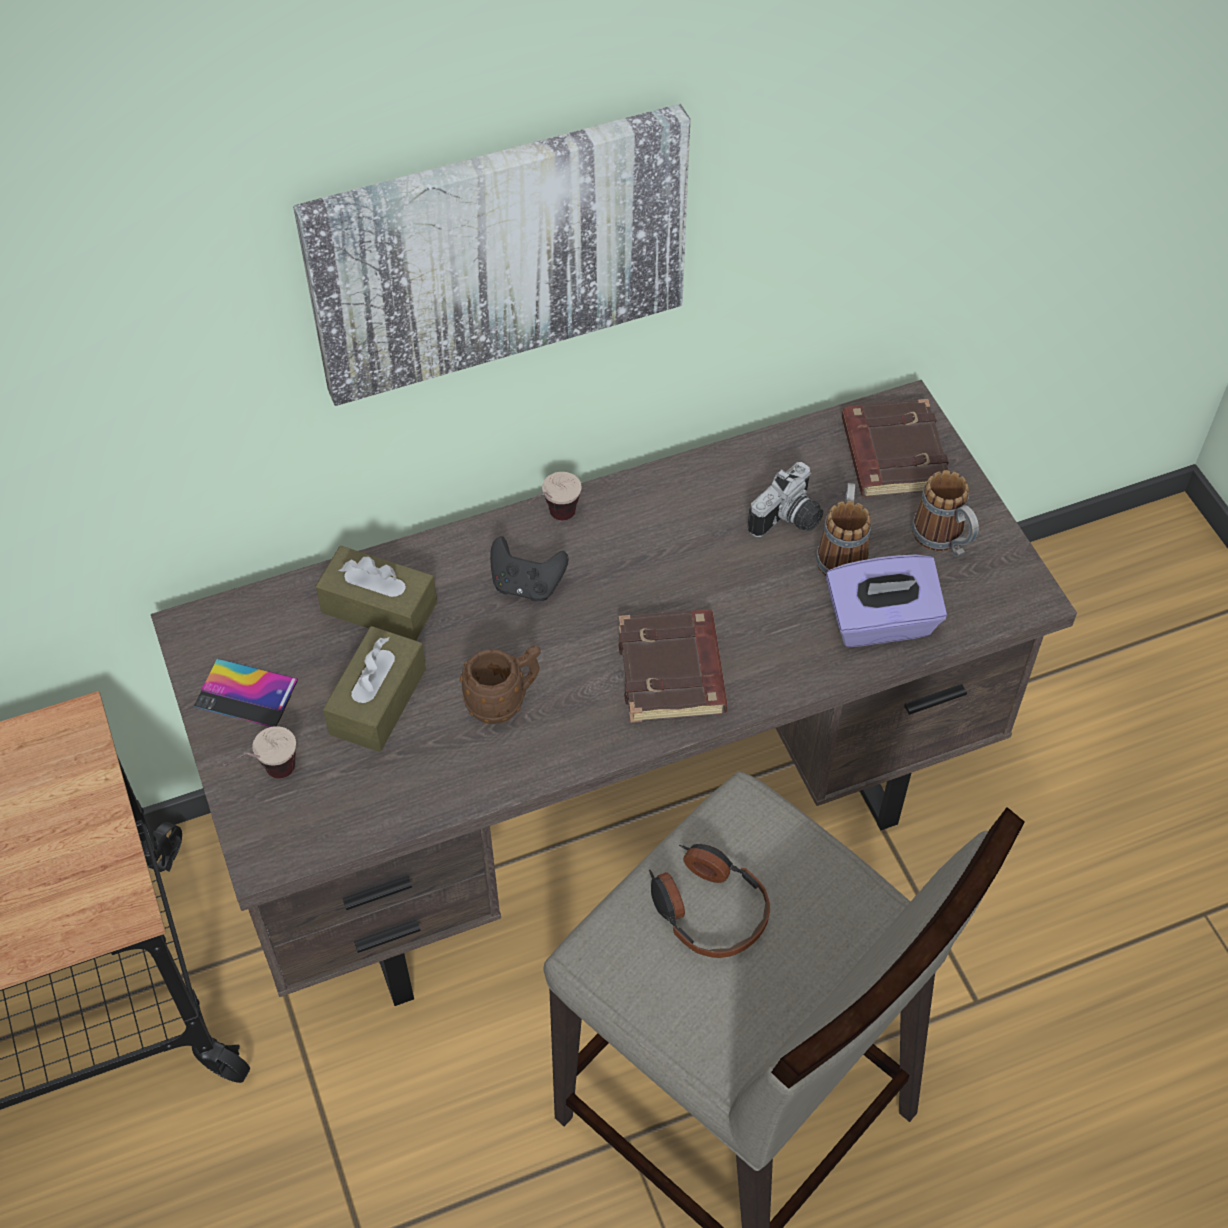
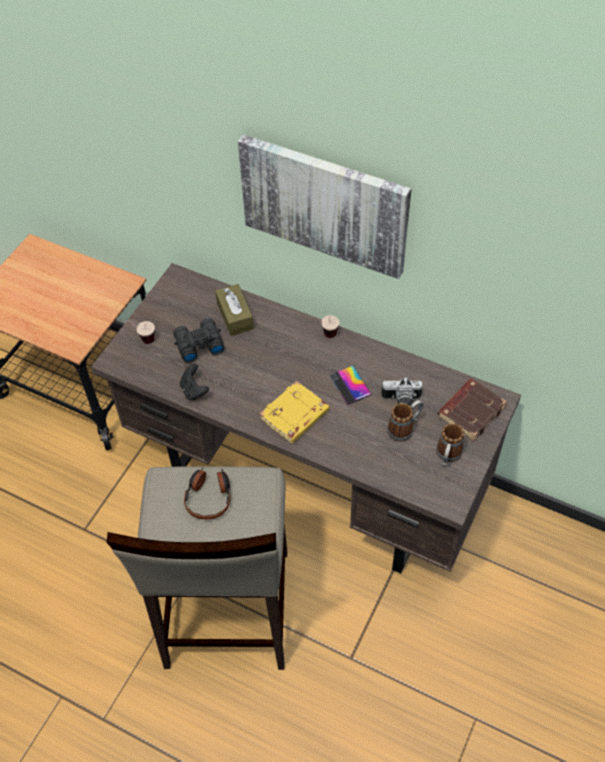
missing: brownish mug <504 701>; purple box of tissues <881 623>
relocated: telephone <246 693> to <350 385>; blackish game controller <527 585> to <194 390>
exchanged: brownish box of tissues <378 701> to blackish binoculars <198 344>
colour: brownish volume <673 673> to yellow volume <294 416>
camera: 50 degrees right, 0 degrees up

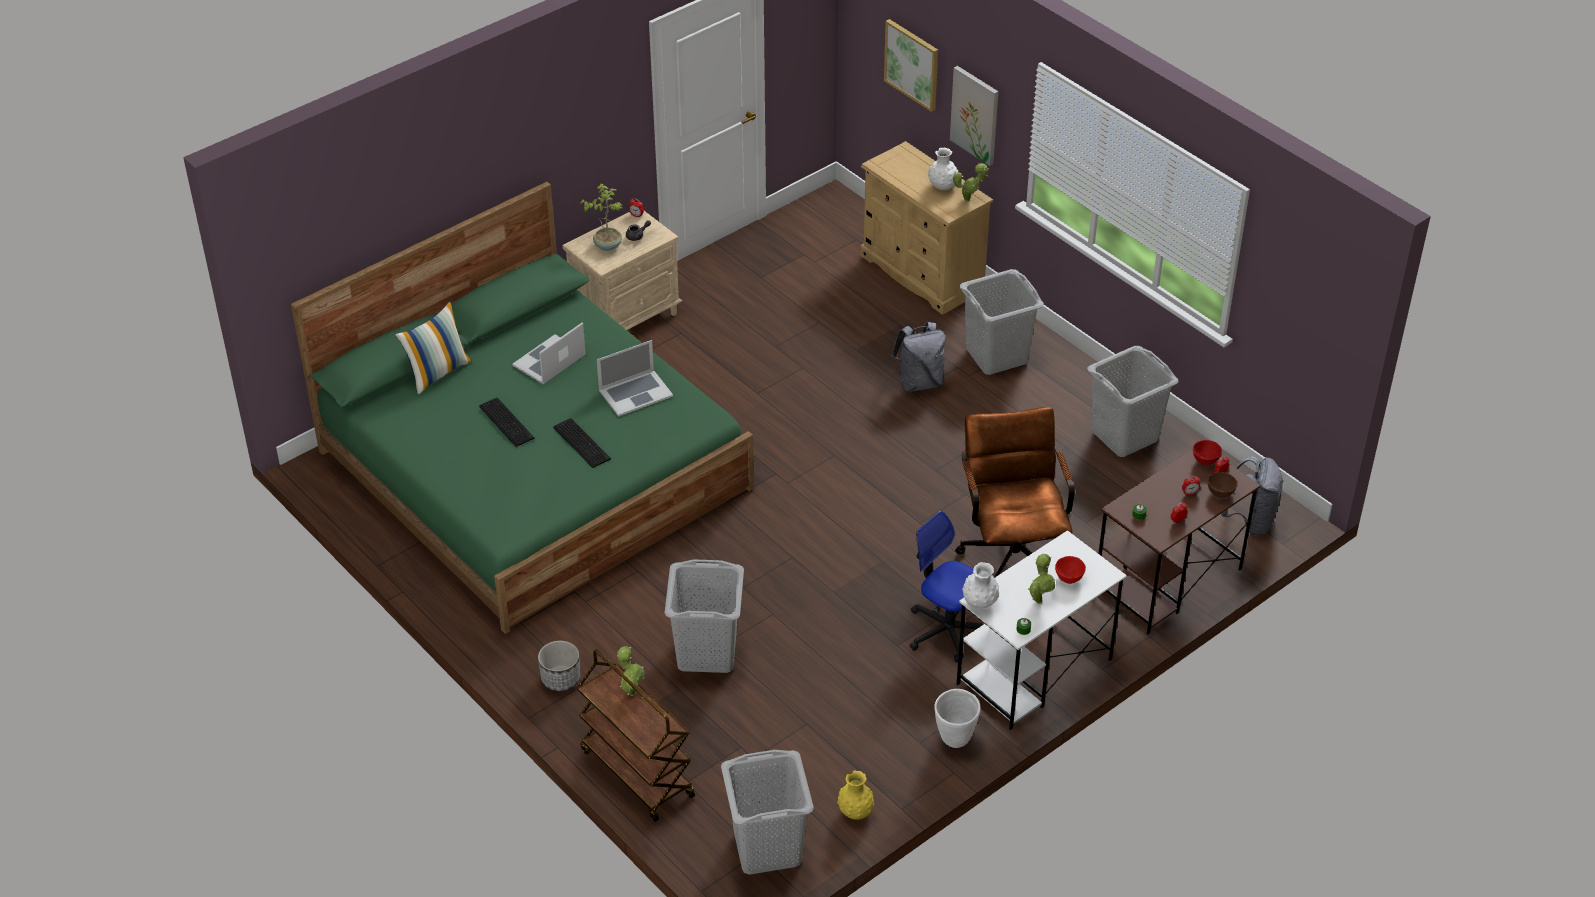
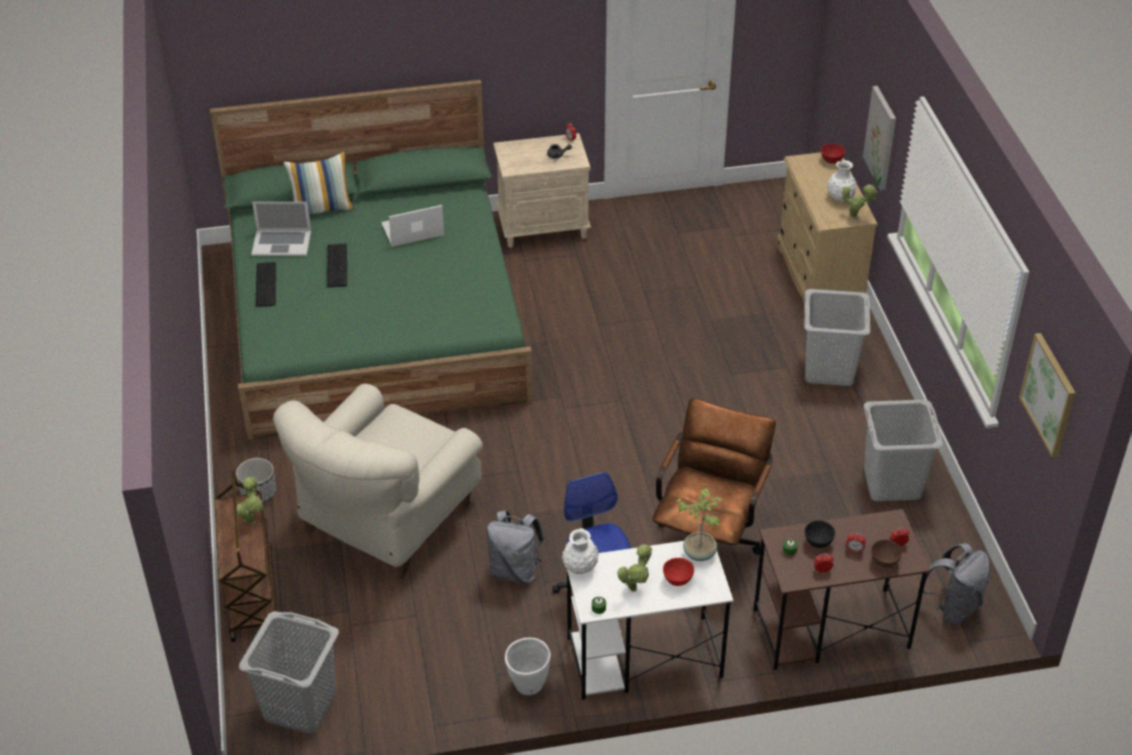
missing: yellow vase <855 812>
appeared: blackish bowl <818 542>
relocated: keyboard <582 442> to <267 284>; plant in a pot <607 245> to <699 553>; laptop <635 393> to <281 243>; picture <912 64> to <1049 394>; gray backpack <919 382> to <515 570>; reddish bowl <1205 461> to <831 160>
exchanged: gray laundry basket <706 653> to beige lounge chair <385 520>
camera: 30 degrees right, 0 degrees up

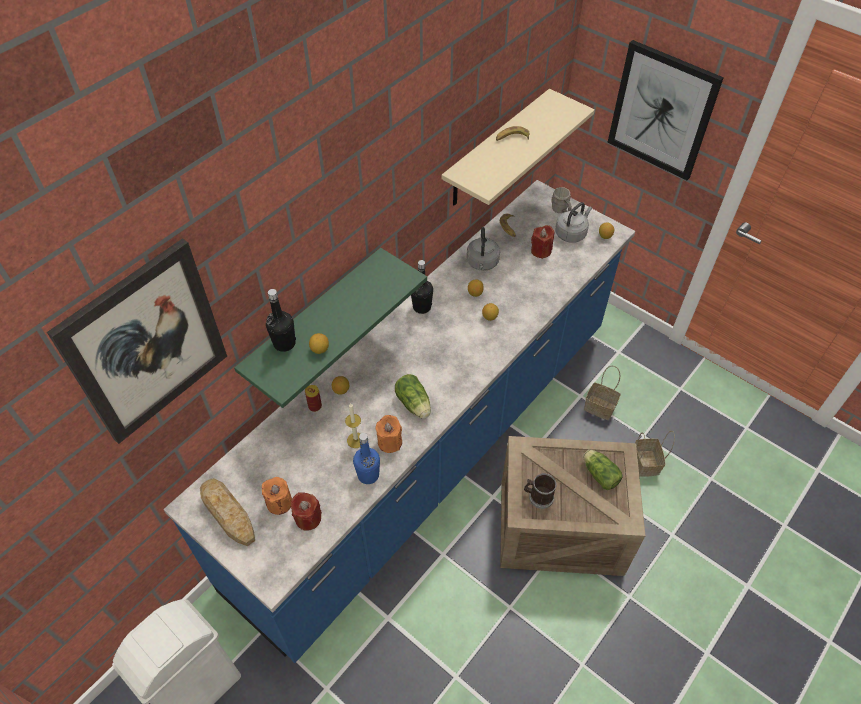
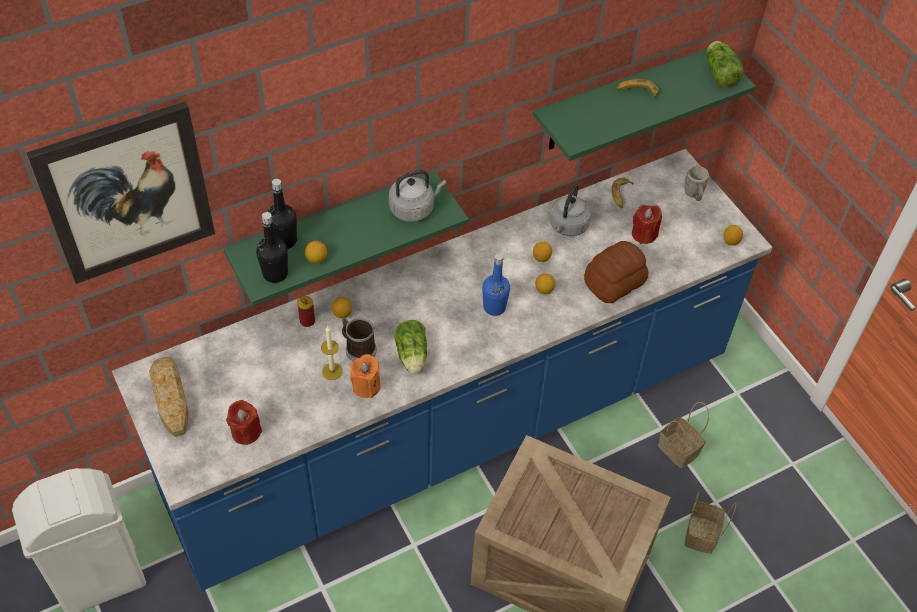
missing: orange wax candle <279 503>; picture <662 111>
appeared: bread <615 283>
relocated: blue-coloured drink bottle <368 475> to <494 307>; blackish drink bottle <422 307> to <275 274>; mug <538 496> to <358 348>; gray kettle <571 233> to <414 208>; head of lettuce <599 473> to <719 72>
colour: beige wall shelf <496 150> to greenish wall shelf <622 100>
camera: 20 degrees right, 0 degrees up

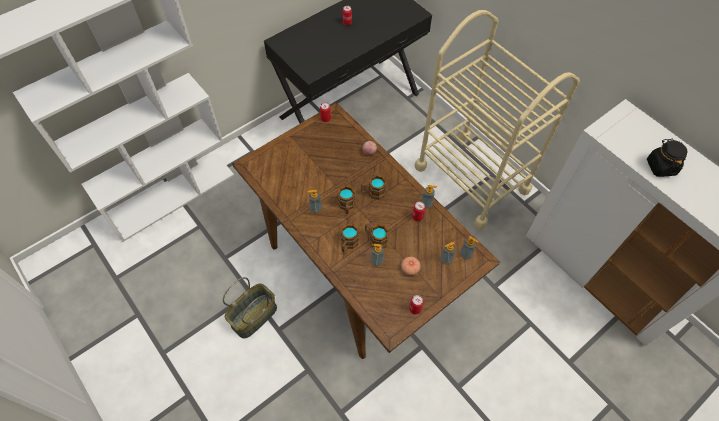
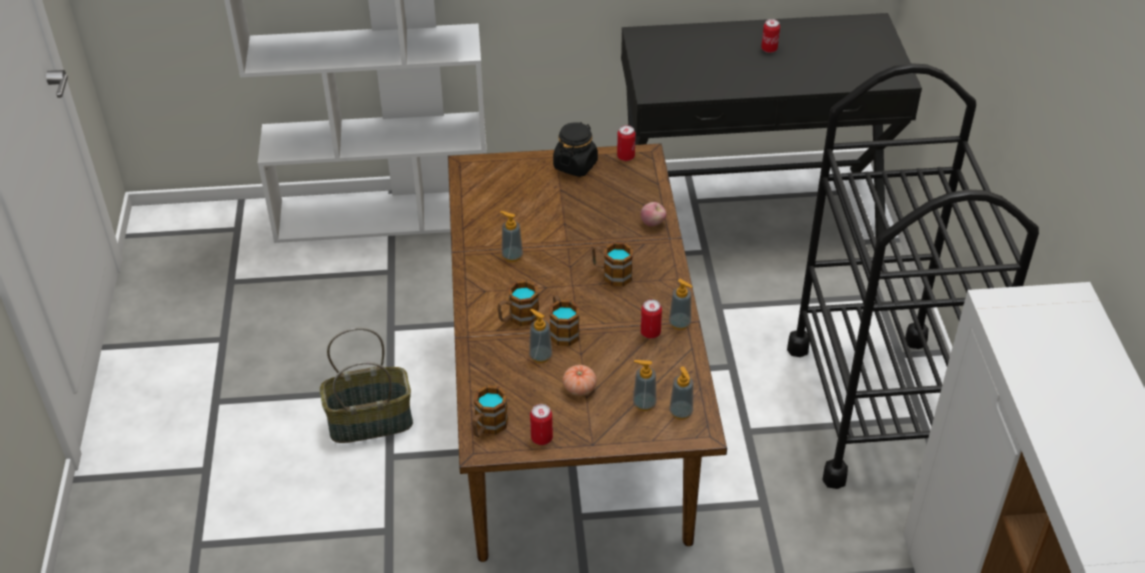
relocated: mug <346 206> to <488 427>; blackish preserve jar <660 167> to <575 165>
colour: beige wheeled cart <471 178> to blackish wheeled cart <877 407>
camera: 35 degrees right, 15 degrees down

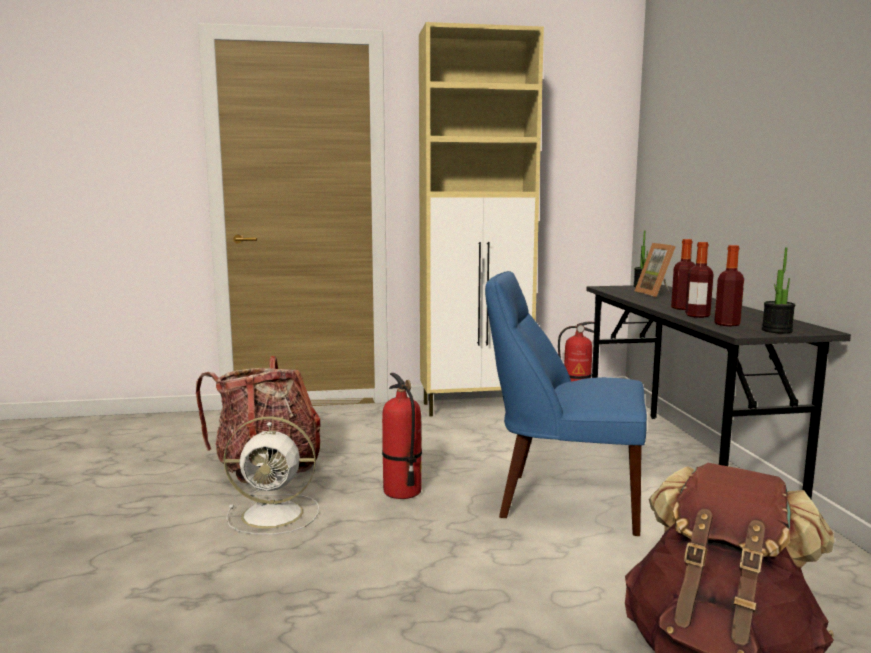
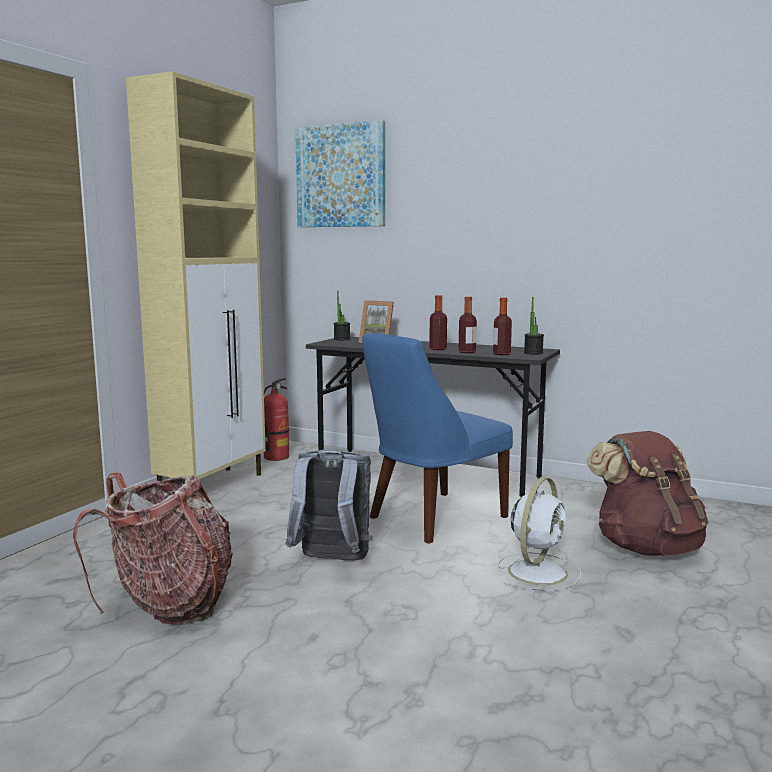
appeared: picture <341 176>
relocated: white-coloured cooling fan <275 514> to <538 571>
exchanged: fire-fighting cylinder <401 491> to gray backpack <332 561>
camera: 55 degrees left, 0 degrees up

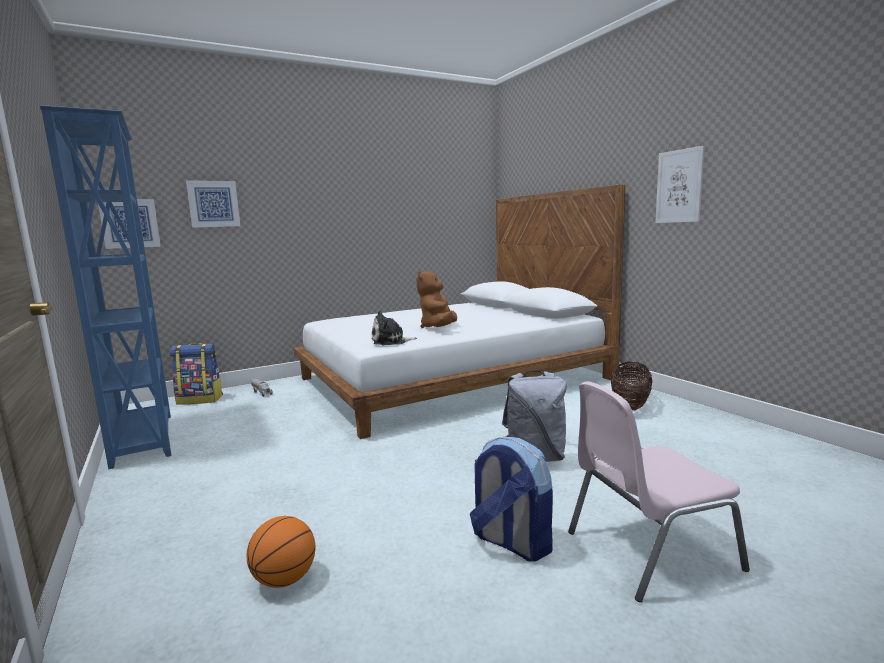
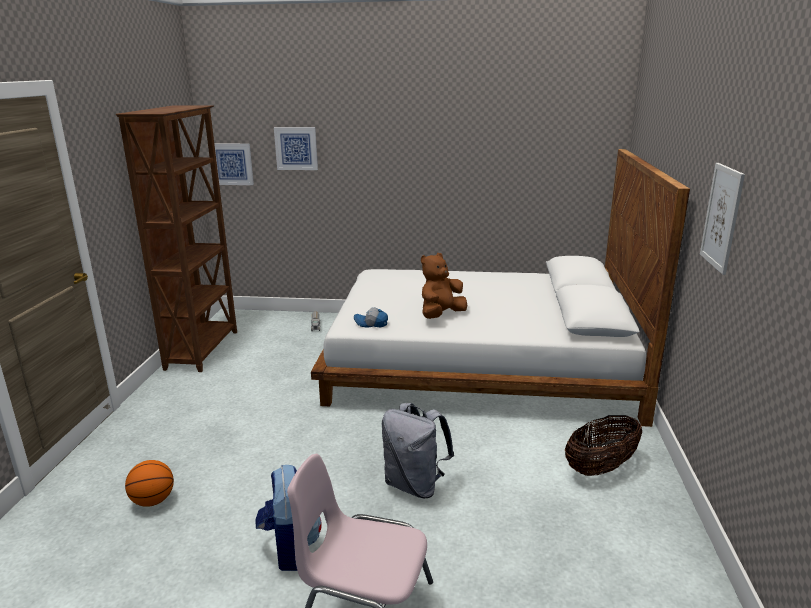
missing: backpack <200 399>
exchanged: cuddly toy <390 341> to baseball cap <371 324>
colour: blue-coloured shelving unit <145 439> to brownish shelving unit <203 349>
camera: 35 degrees right, 10 degrees up

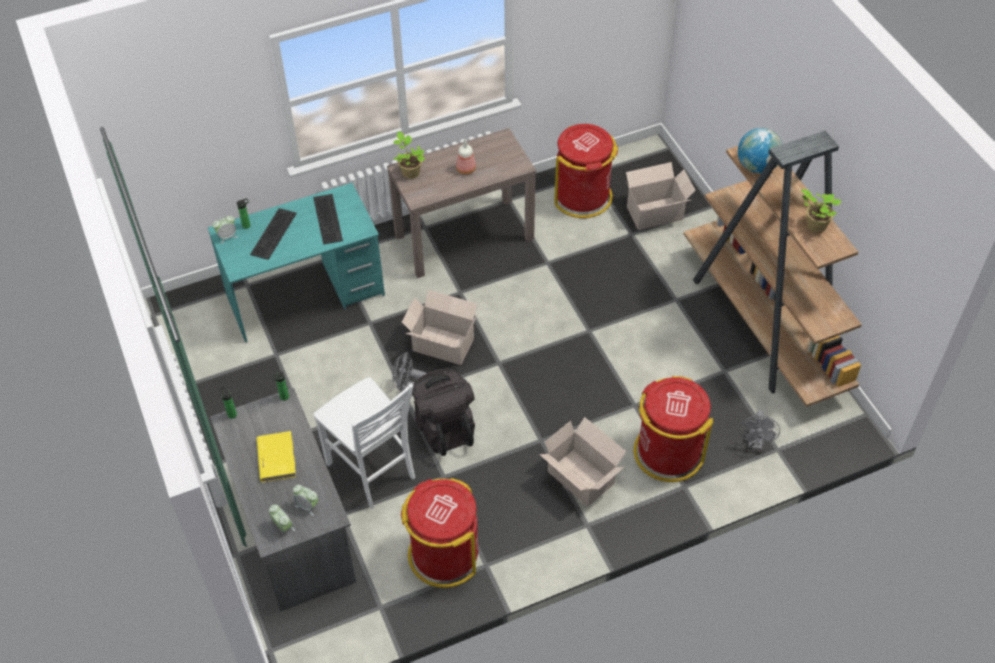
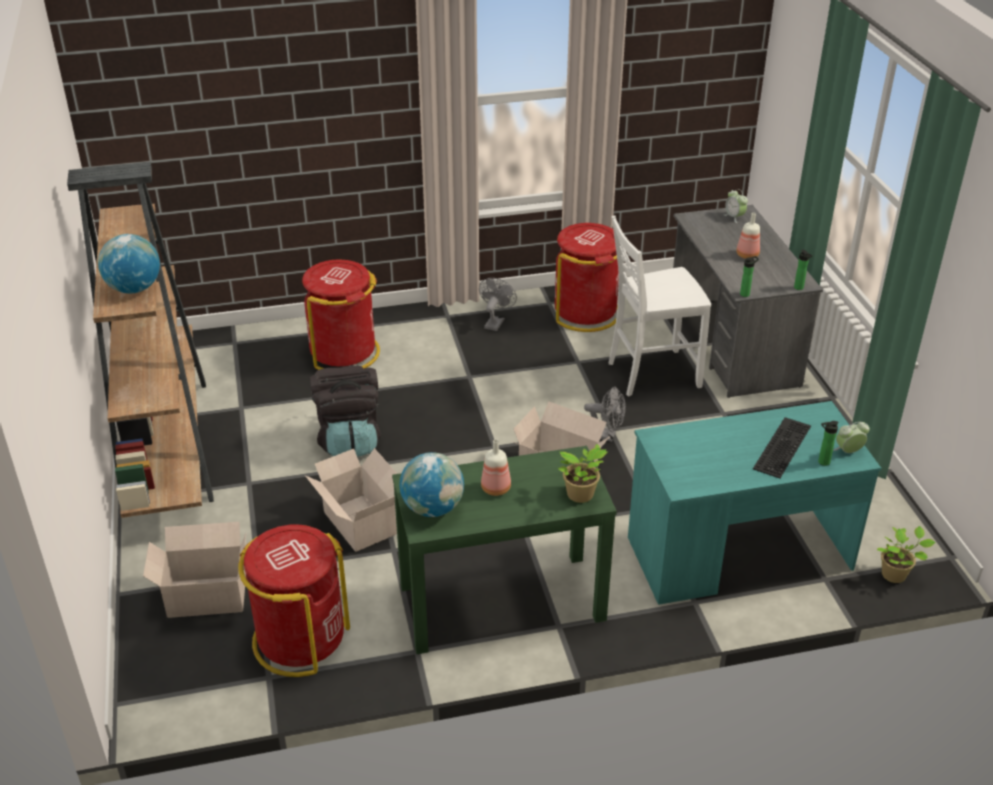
missing: alarm clock <307 506>; keyboard <329 219>
appeared: world globe <433 508>
relocated: blackish backpack <444 427> to <349 440>; packing box <581 479> to <359 521>; gray cooling fan <755 443> to <495 322>; plant in a pot <814 225> to <895 575>
exchanged: yellow volume <276 458> to drink bottle <746 255>
colour: brownish console table <464 236> to greenish console table <501 602>
spun: white-coloured chair <372 471> = <651 374> 75 degrees counterclockwise
camera: 170 degrees left, 15 degrees down

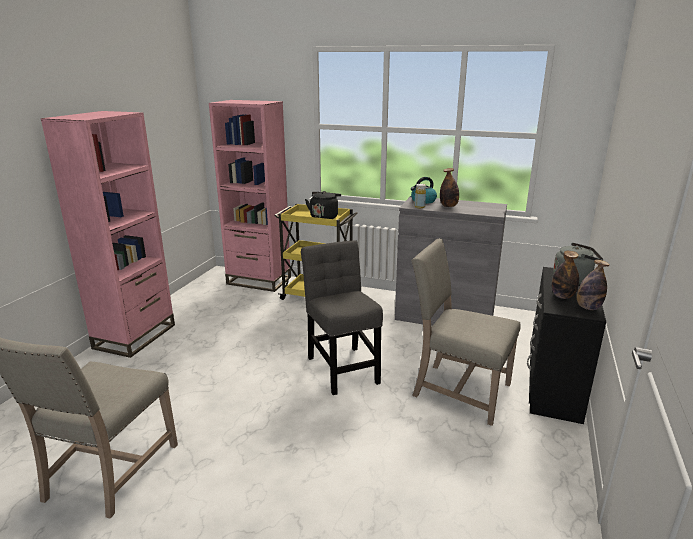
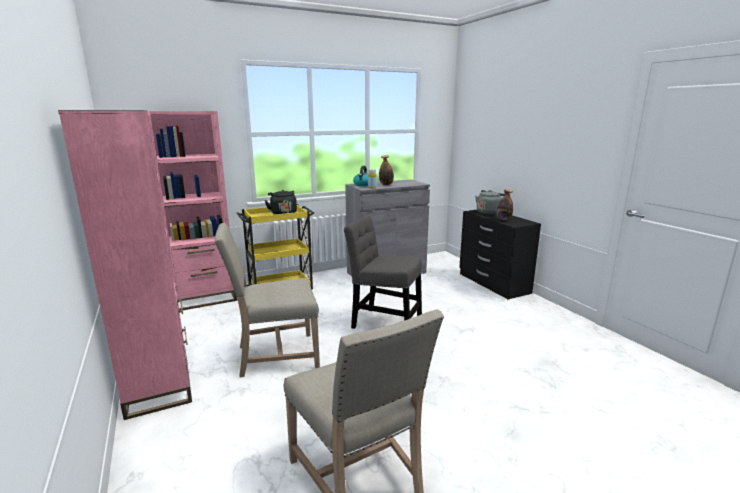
missing: drink bottle <588 308>
relocated: beige chair <458 390> to <275 356>
camera: 45 degrees left, 5 degrees down

